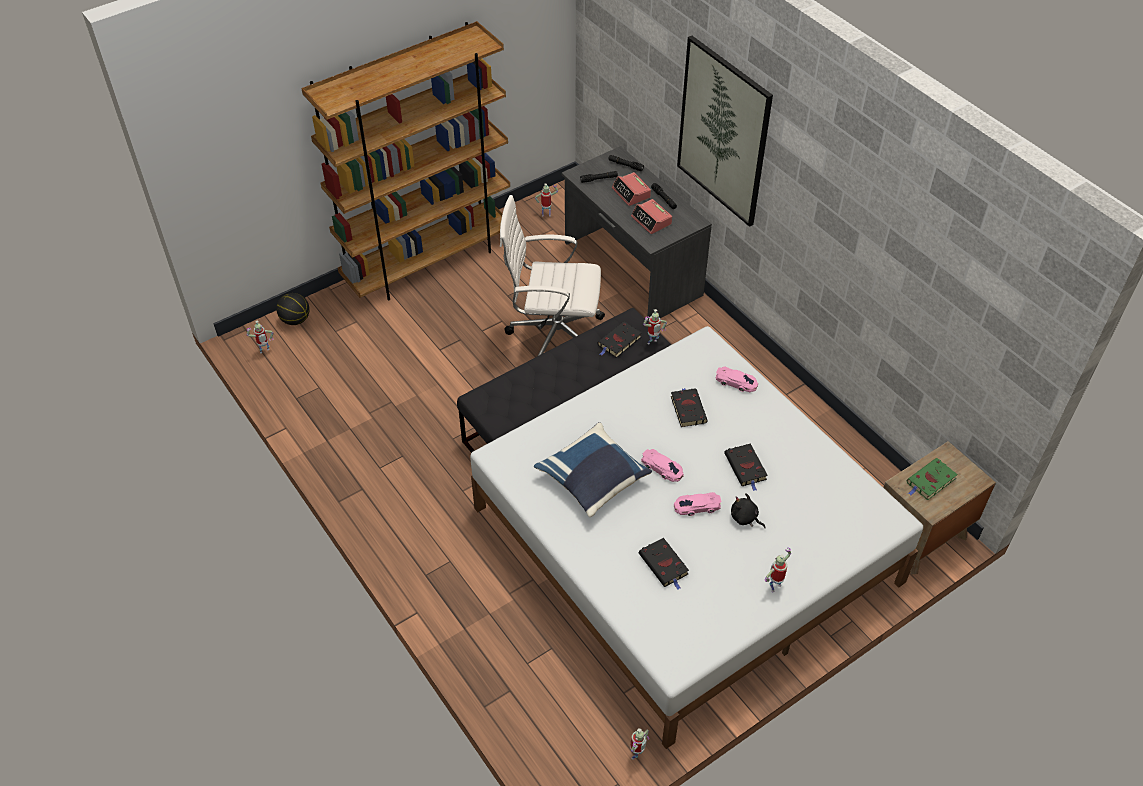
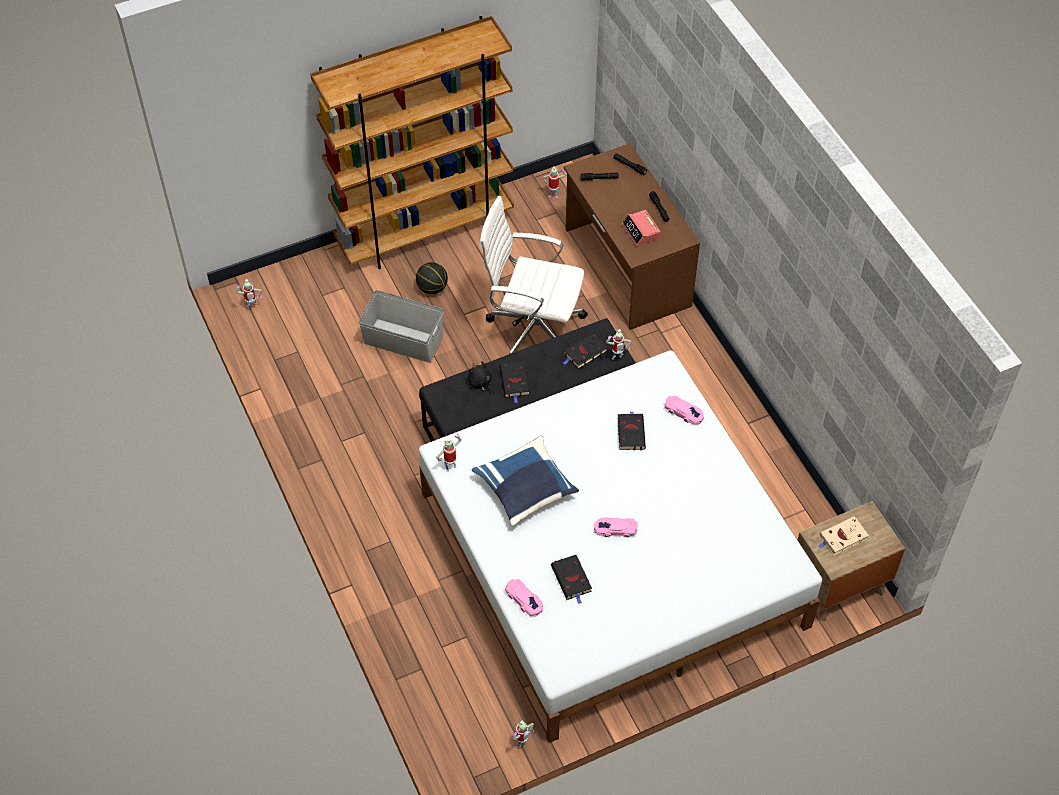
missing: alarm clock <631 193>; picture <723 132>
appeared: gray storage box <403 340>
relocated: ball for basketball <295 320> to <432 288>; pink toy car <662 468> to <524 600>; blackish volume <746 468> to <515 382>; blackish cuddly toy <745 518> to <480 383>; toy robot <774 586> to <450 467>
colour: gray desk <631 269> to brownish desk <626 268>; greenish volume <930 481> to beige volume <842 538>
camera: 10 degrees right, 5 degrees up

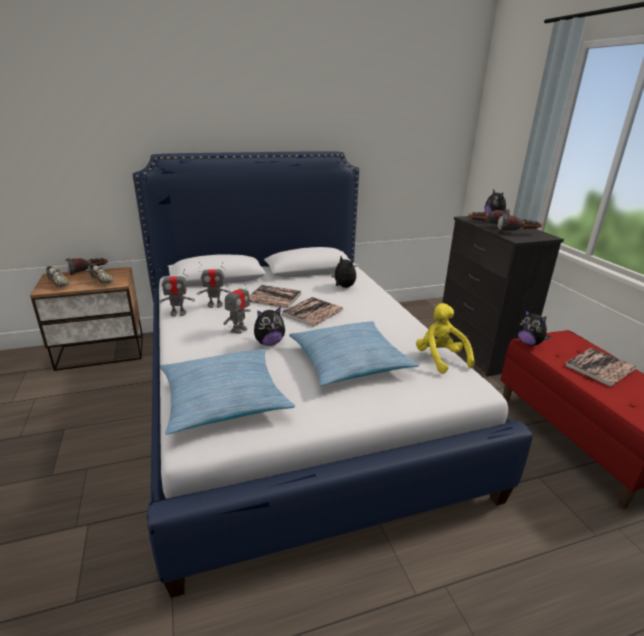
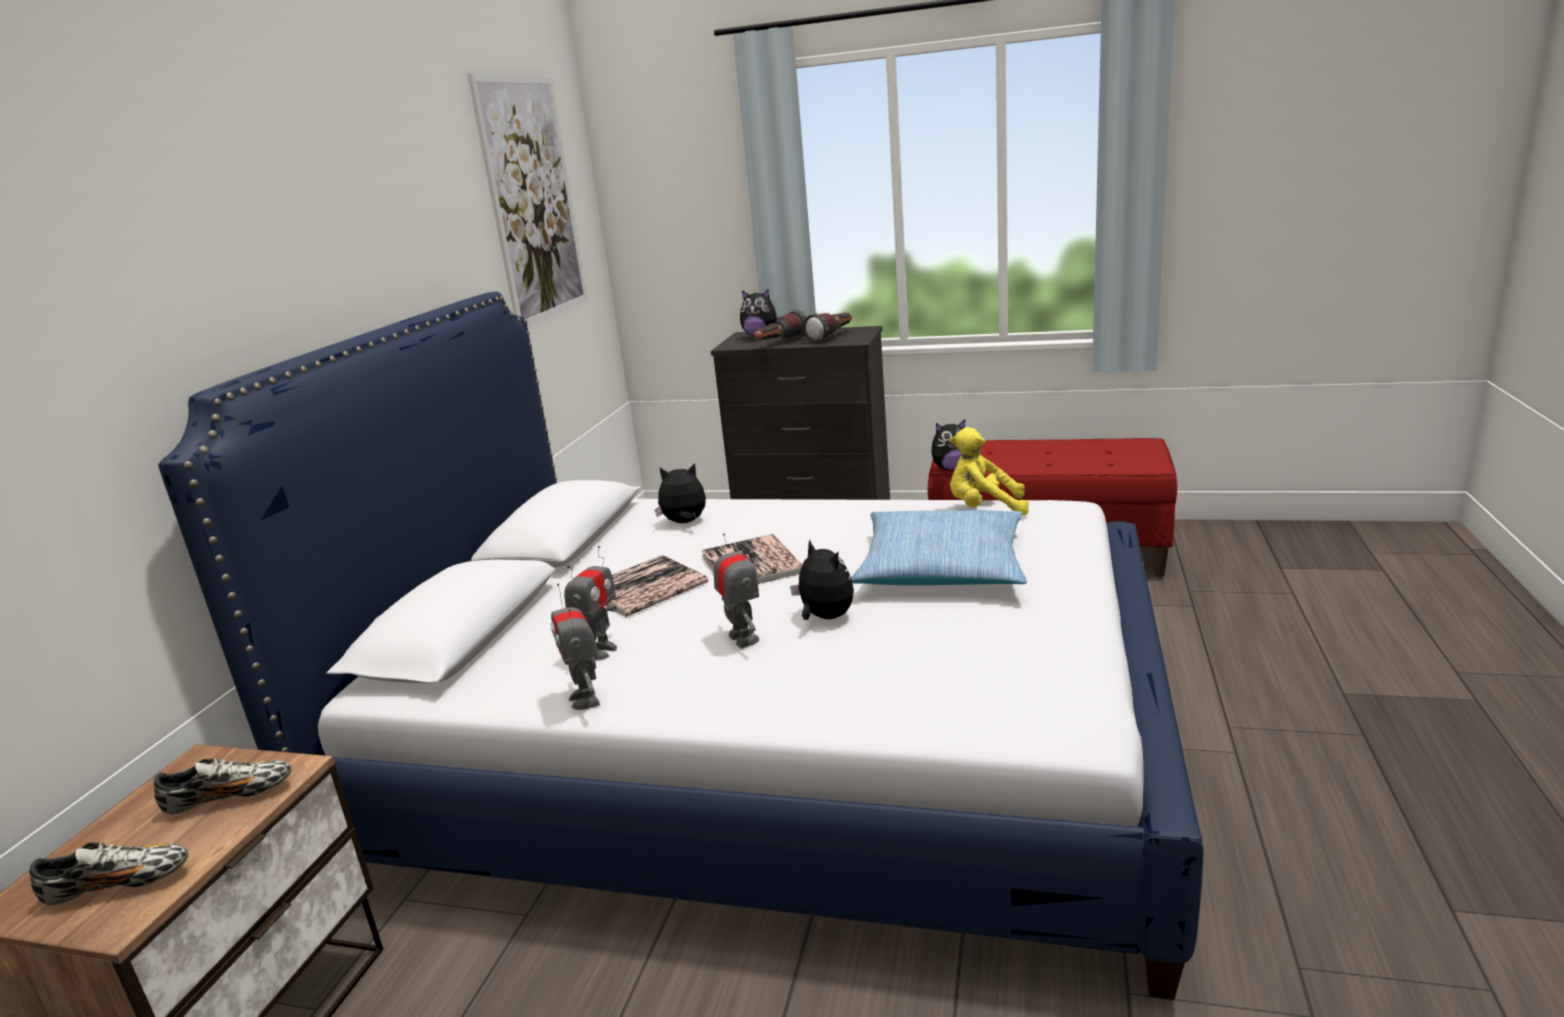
missing: torch <88 272>; pillow <223 399>; volume <600 367>
appeared: picture <533 199>
spun: toy robot <178 313> = <586 699> 135 degrees clockwise; cuddly toy <269 343> = <824 617> 45 degrees counterclockwise
camera: 55 degrees left, 5 degrees down

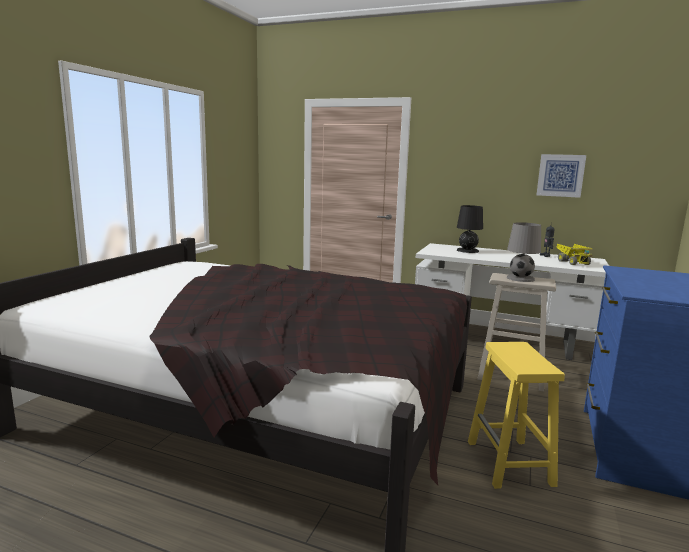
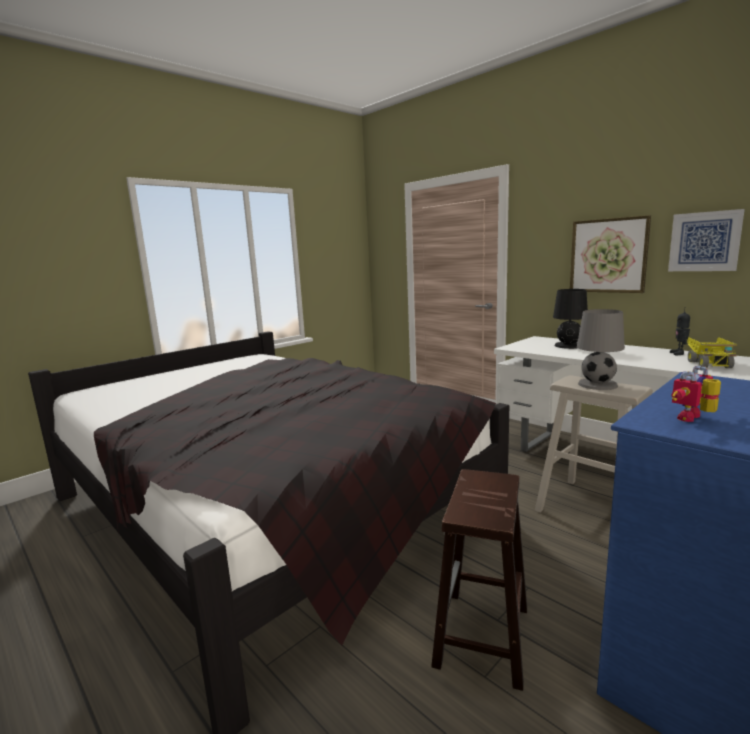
appeared: picture <608 255>; toy robot <695 419>
colour: yellow stool <510 463> to brownish stool <483 637>
camera: 25 degrees right, 0 degrees up

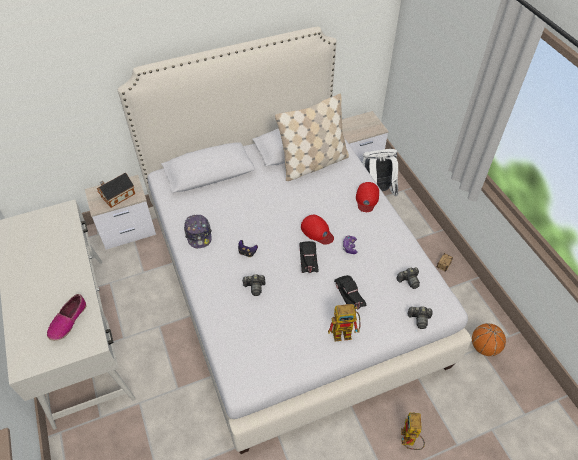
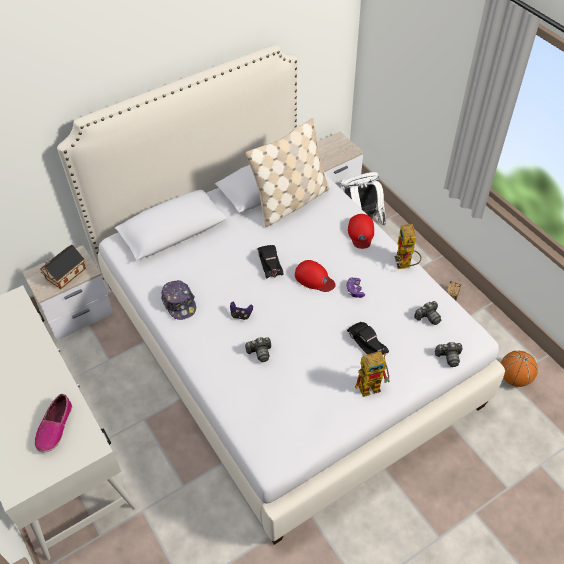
relocated: blackish toy car <308 258> to <270 263>; toy robot <409 441> to <405 265>
camera: 10 degrees left, 0 degrees up

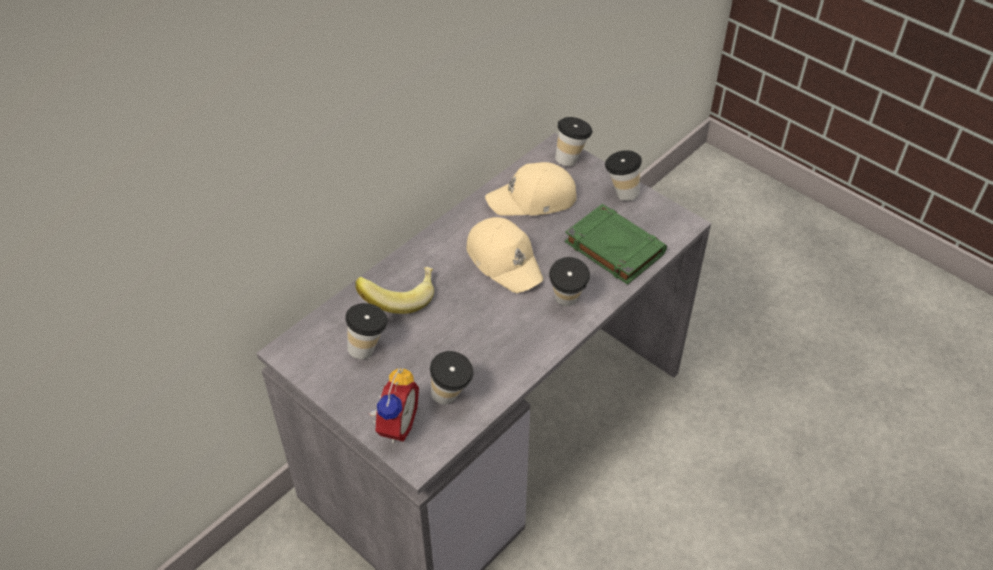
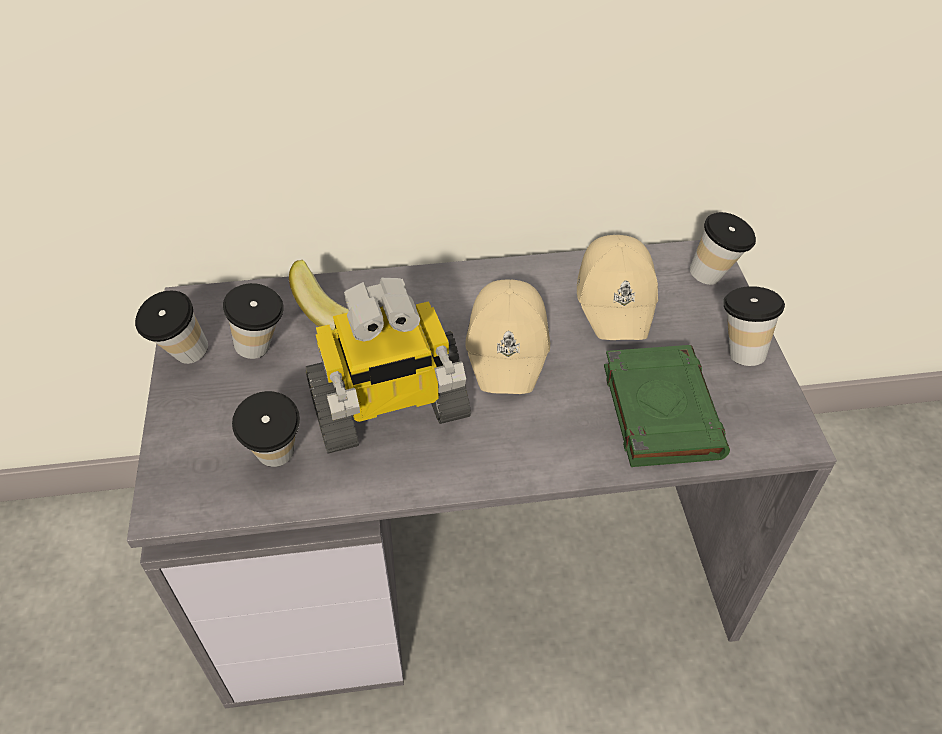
missing: alarm clock <395 425>
appeared: toy robot <389 409>
relocated: drinking cup <567 303> to <182 358>
spun: beige baseball cap <533 200> = <617 297> 120 degrees counterclockwise
camera: 40 degrees right, 0 degrees up

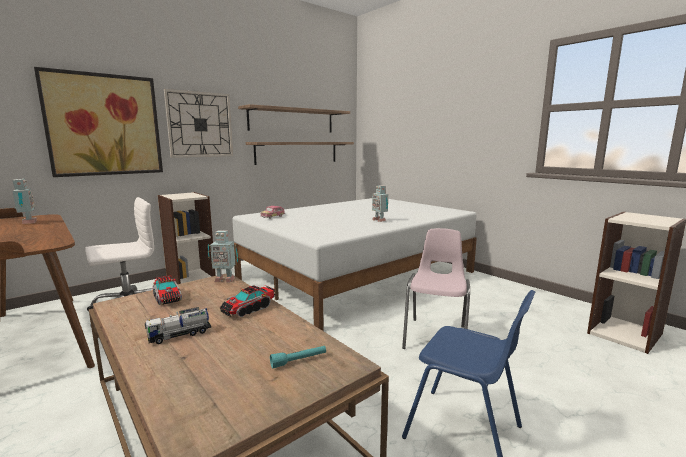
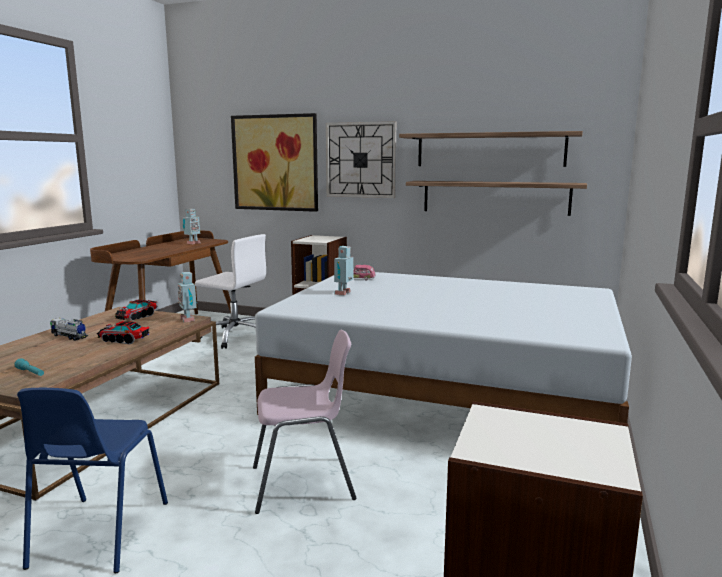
relocated: toy robot <379 220> to <344 293>
camera: 60 degrees right, 0 degrees up

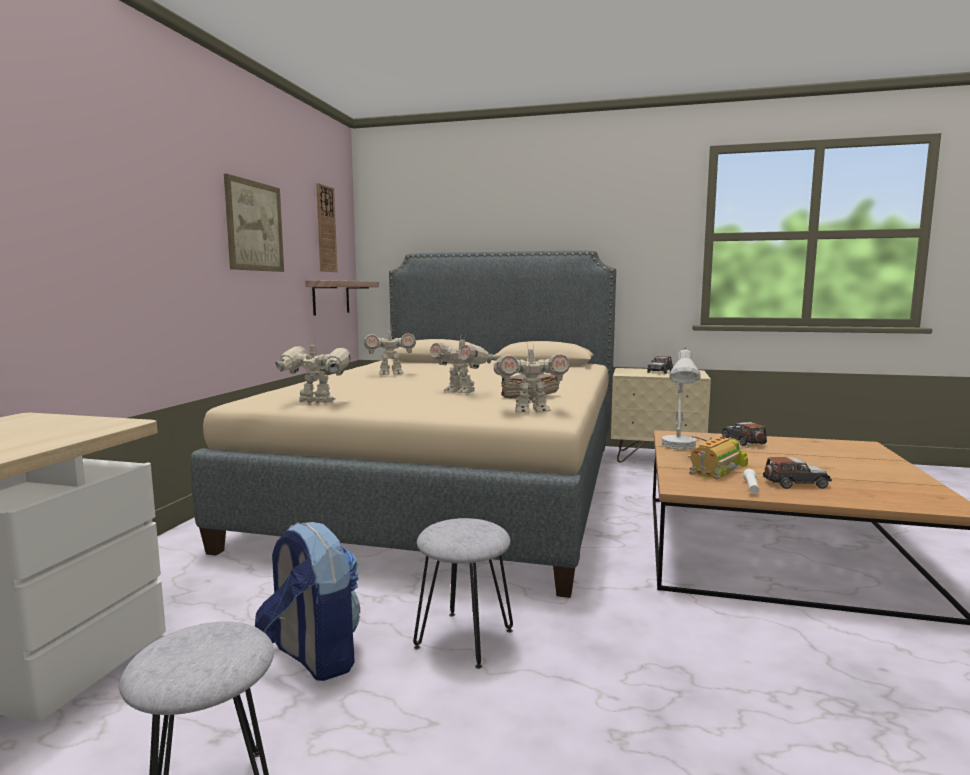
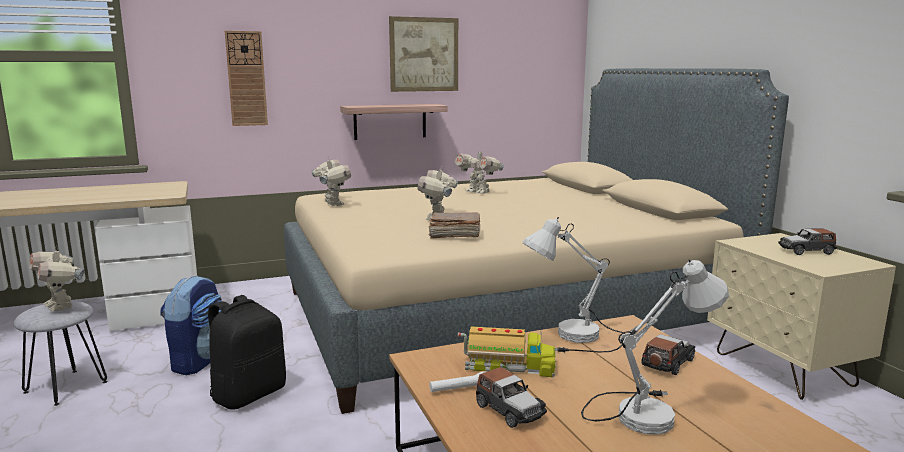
appeared: white-coloured table lamp <643 411>
relocated: wall shelf <331 297> to <390 121>; clock on the wall <326 229> to <246 79>; toy robot <531 411> to <61 306>
exchanged: gray stool <463 638> to blackish backpack <249 394>
camera: 55 degrees right, 5 degrees up

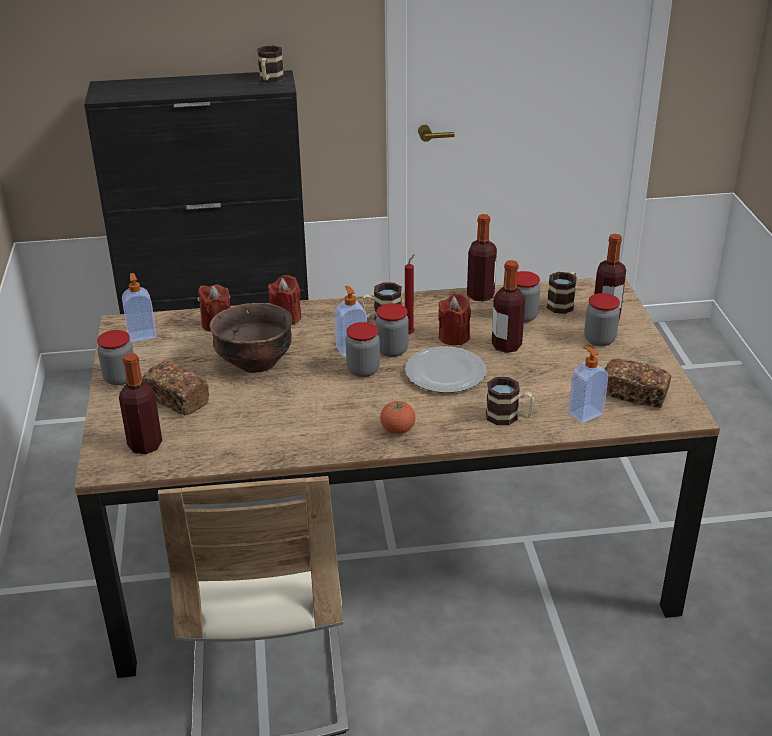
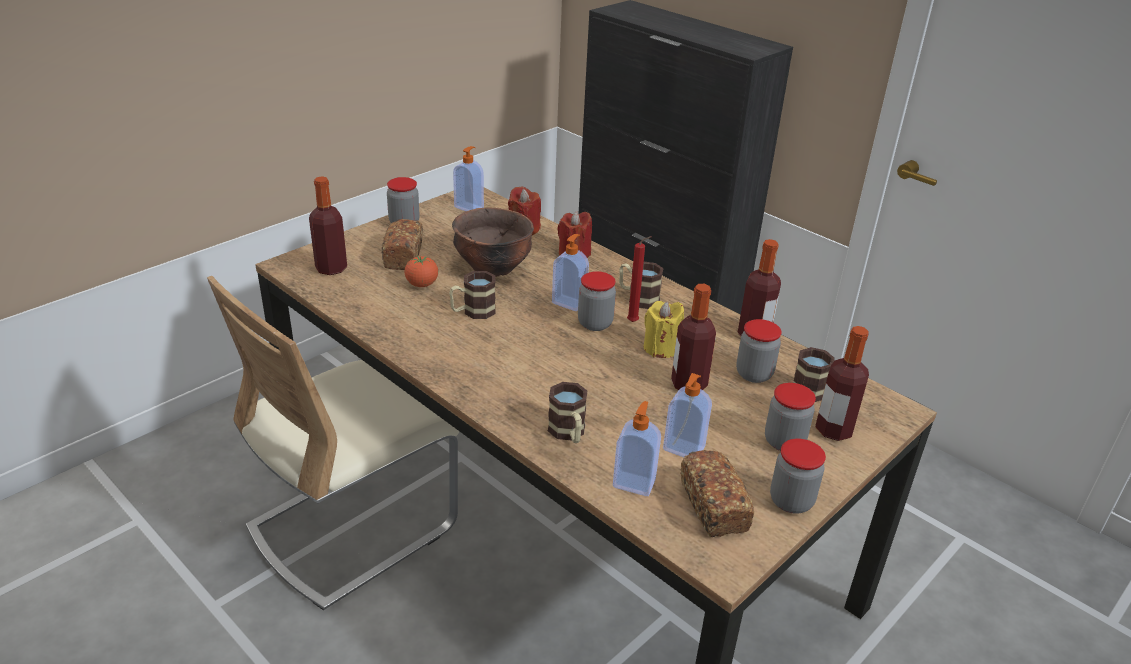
missing: dinner plate <444 373>
appeared: soap dispenser <683 449>
relocated: mug <270 80> to <473 312>; preserve jar <363 370> to <791 501>; fresh tomato <397 430> to <422 284>
colour: reddish wax candle <454 337> to yellow wax candle <661 348>
camera: 50 degrees right, 0 degrees up

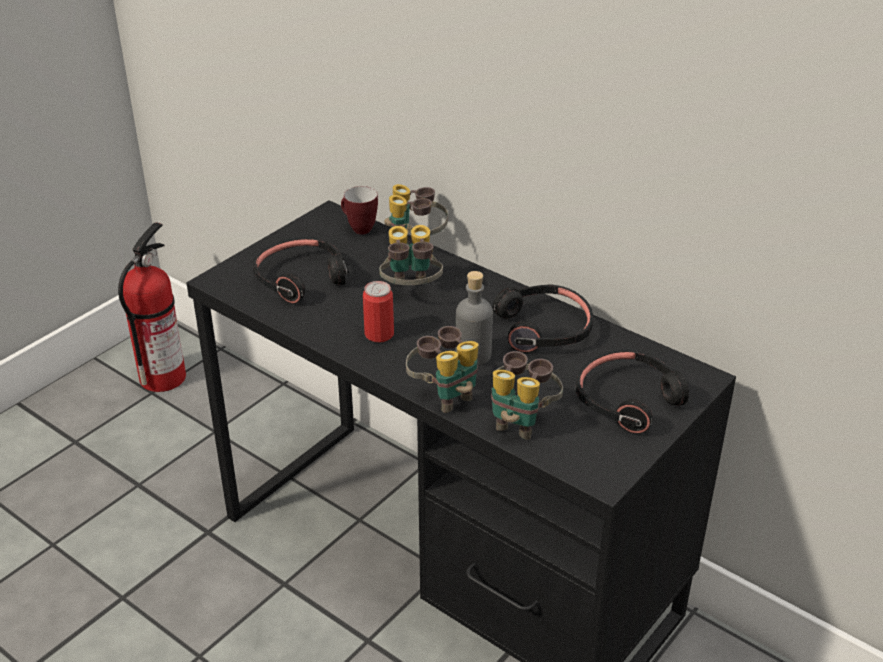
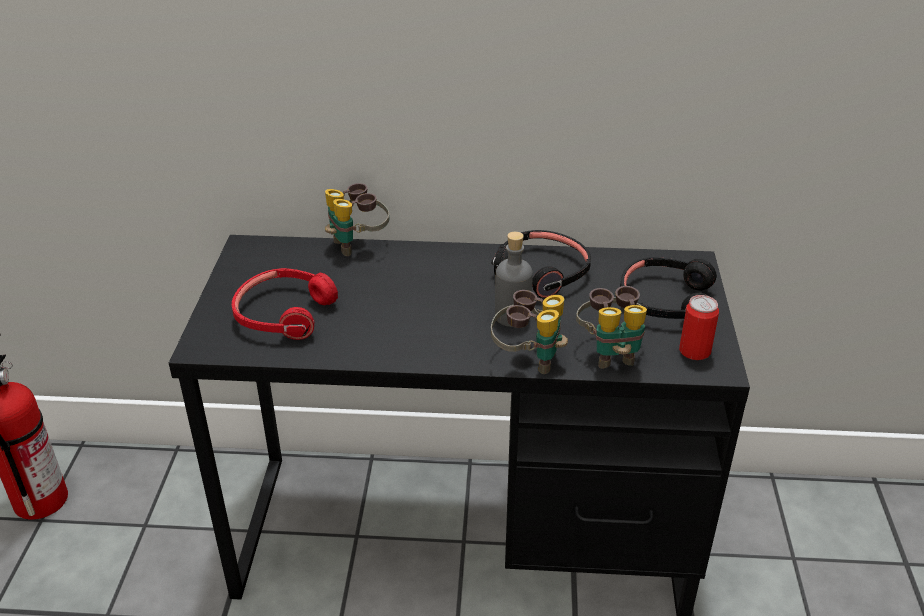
missing: mug <358 229>; binoculars <411 291>
relocated: metal can <379 334> to <694 351>
colour: blackish headphones <300 278> to reddish headphones <284 313>
camera: 35 degrees left, 0 degrees up

